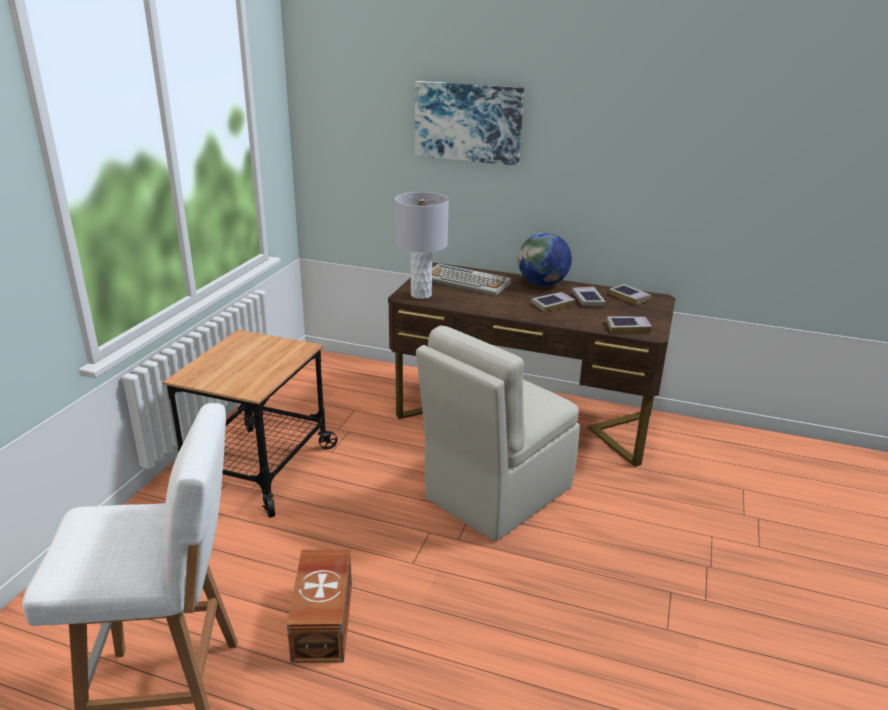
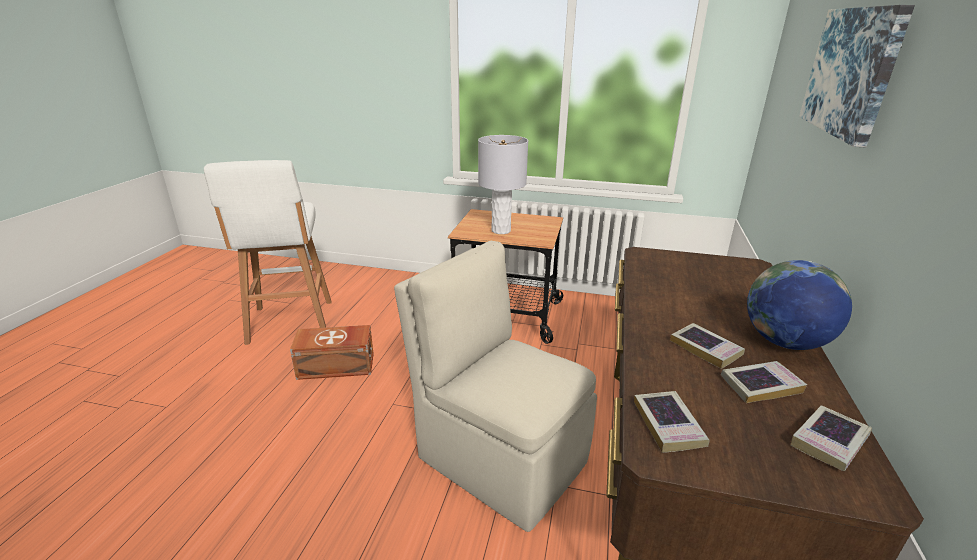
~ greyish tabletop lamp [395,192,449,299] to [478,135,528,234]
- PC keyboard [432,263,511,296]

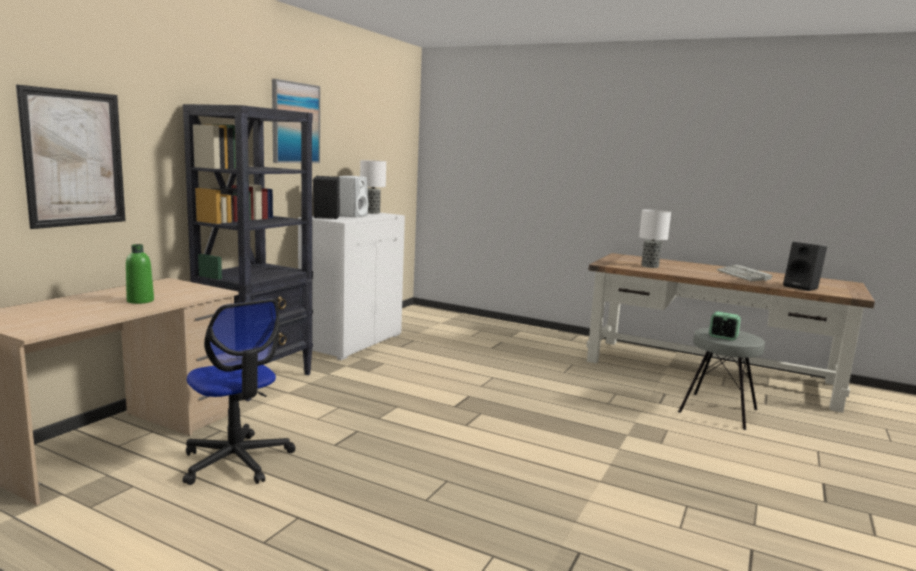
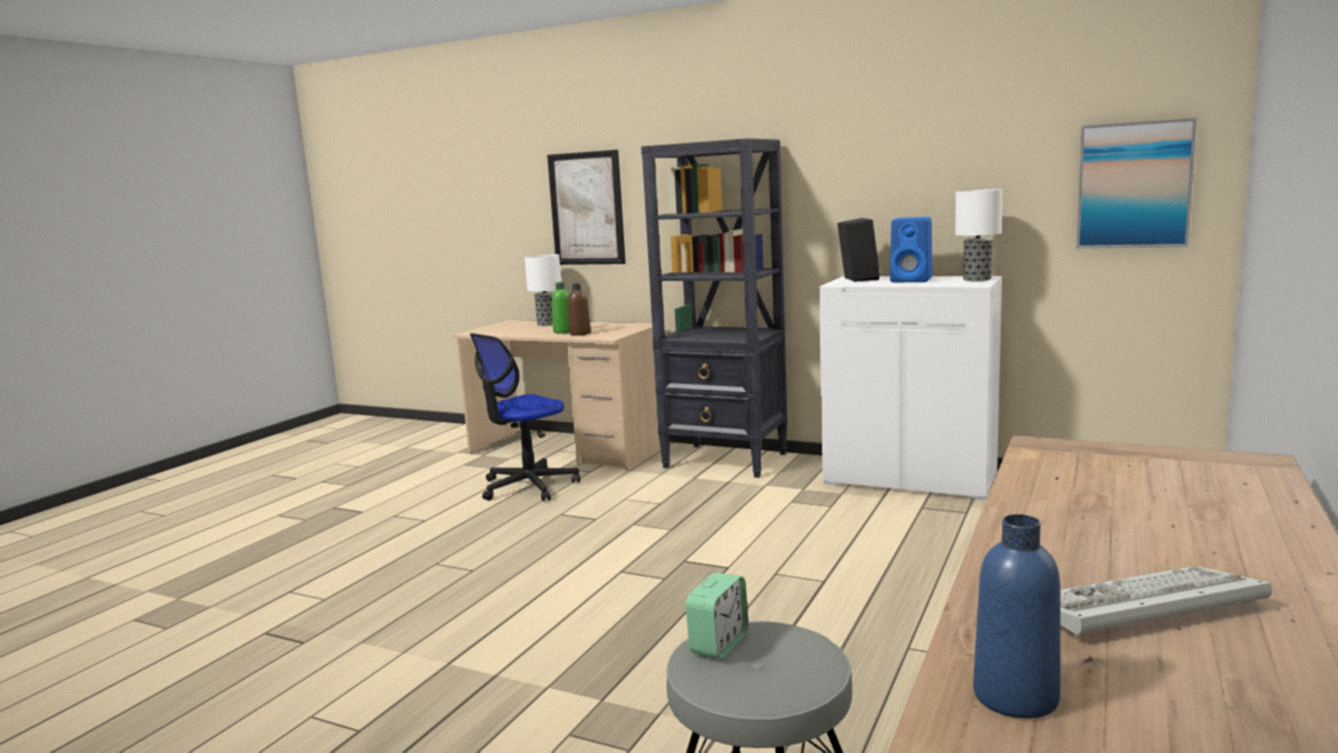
~ tabletop lamp [639,209,671,268] to [524,254,561,326]
+ brown-coloured beverage bottle [568,283,591,336]
~ white speaker [339,176,368,217] to blue speaker [890,217,932,282]
~ black speaker [783,242,827,291] to blue beverage bottle [973,514,1060,719]
~ wall art [272,79,320,163] to [1077,118,1197,248]

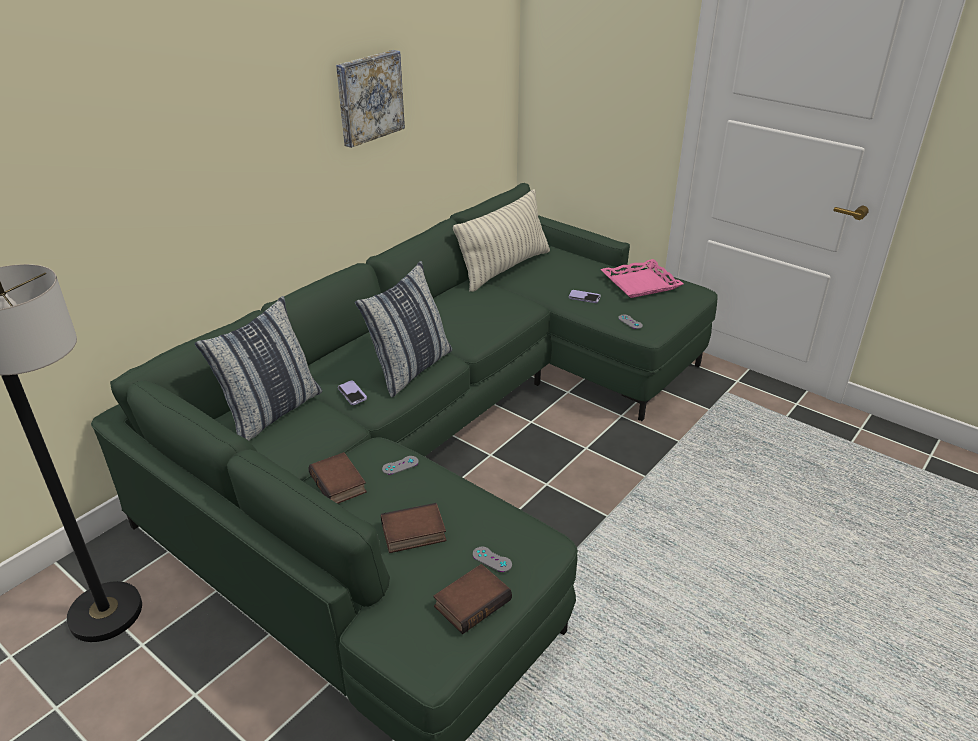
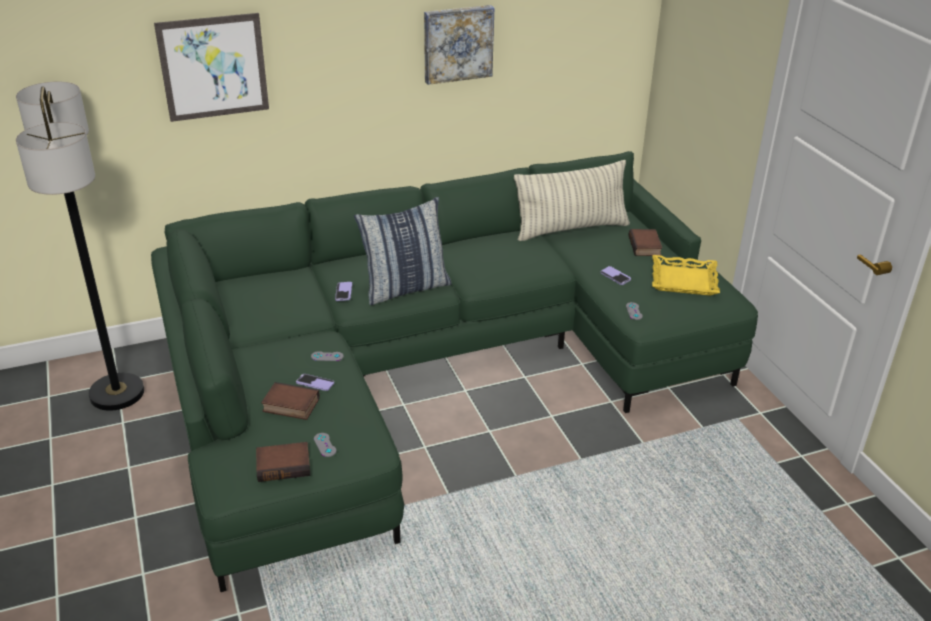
+ wall art [154,13,269,122]
+ handset [296,374,334,391]
~ volume [308,452,367,504] to [628,229,662,256]
~ pinkish serving tray [600,259,684,298] to yellow serving tray [652,255,720,296]
- cushion [195,296,322,441]

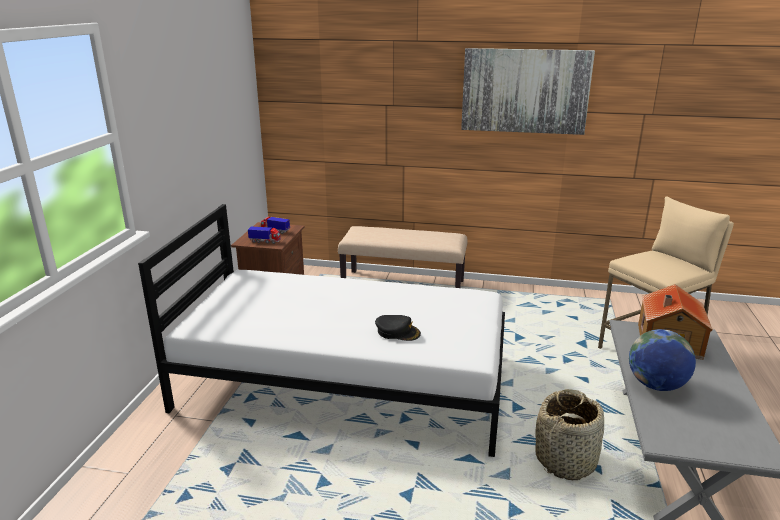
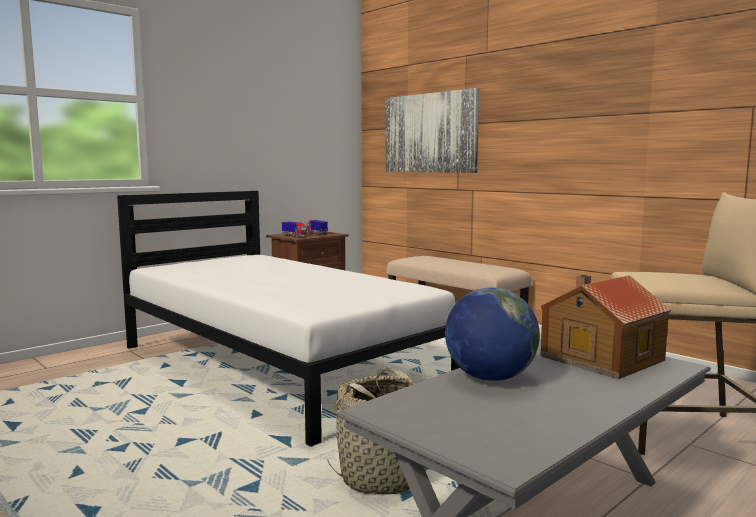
~ wall art [461,48,595,135] to [385,88,479,173]
- black cap [375,315,421,341]

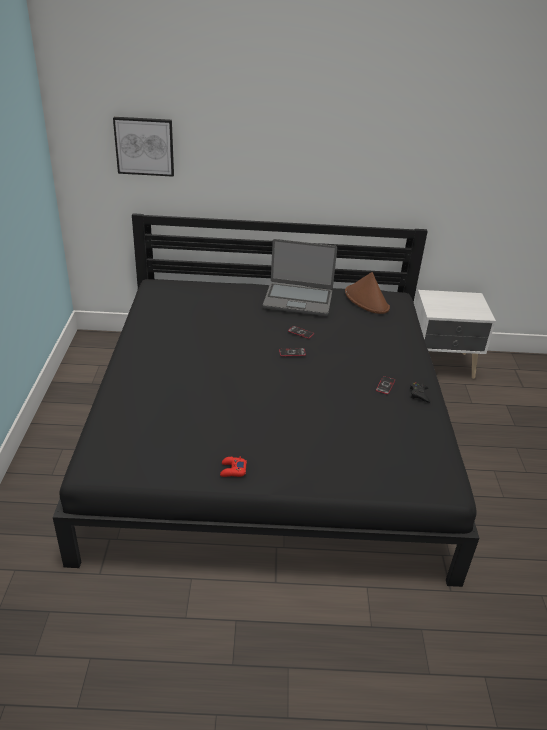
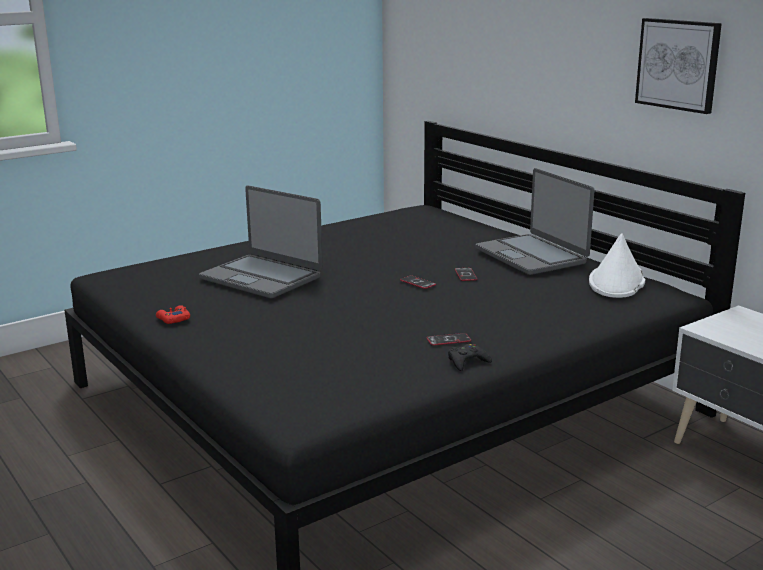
+ laptop [199,185,323,299]
~ brown-coloured hat [345,272,390,314] to white hat [589,233,646,298]
~ wall art [113,117,174,177] to [635,18,722,114]

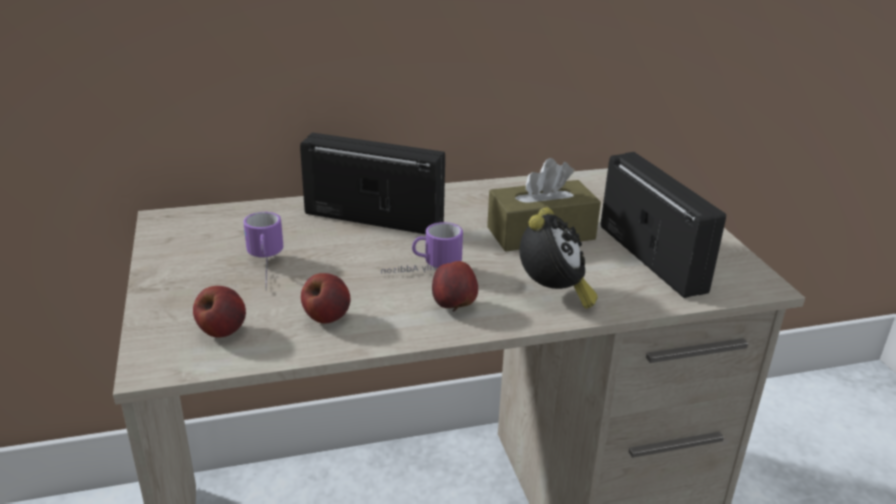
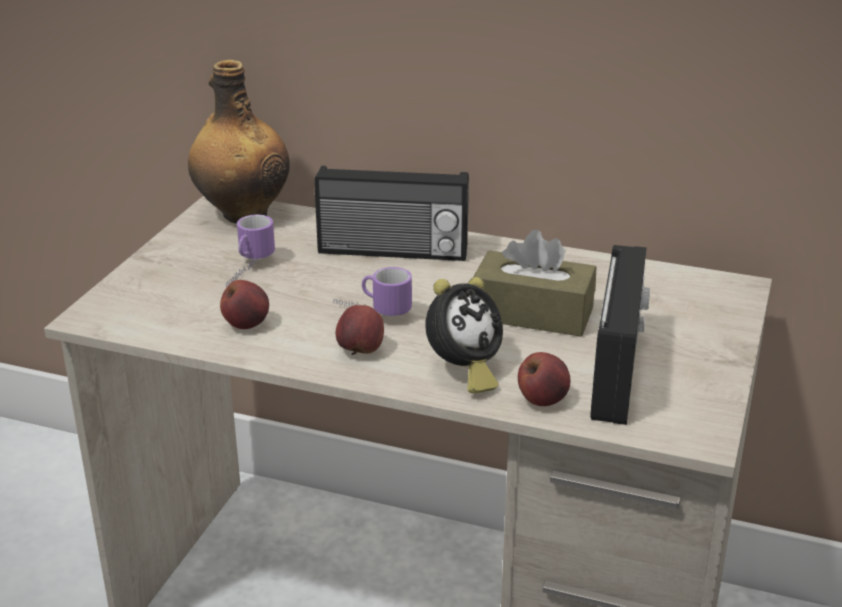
+ beverage bottle [188,60,290,224]
~ radio receiver [300,132,445,234] = [314,166,469,261] 135 degrees clockwise
~ whole apple [193,286,246,338] to [518,352,570,406]

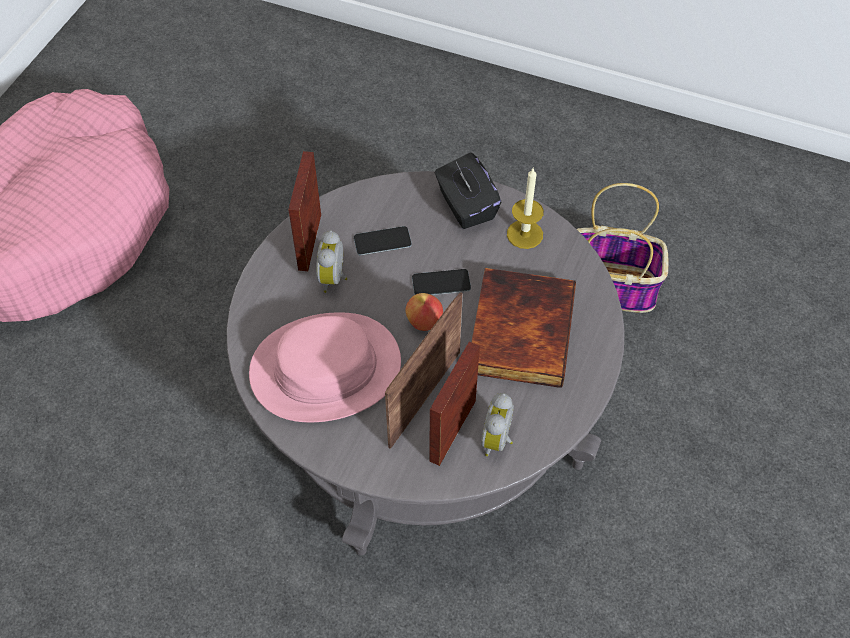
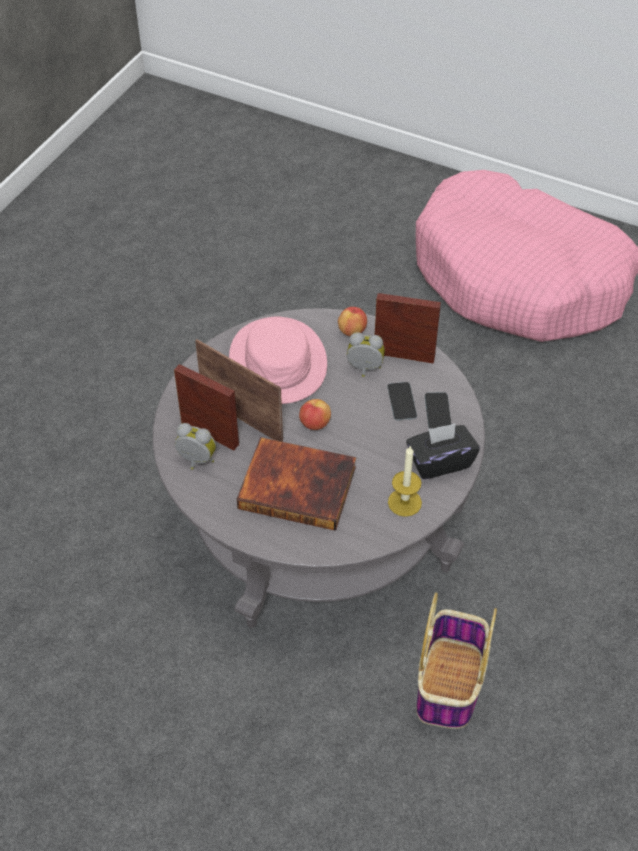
+ whole apple [338,307,367,336]
~ handset [412,269,471,295] to [425,392,452,428]

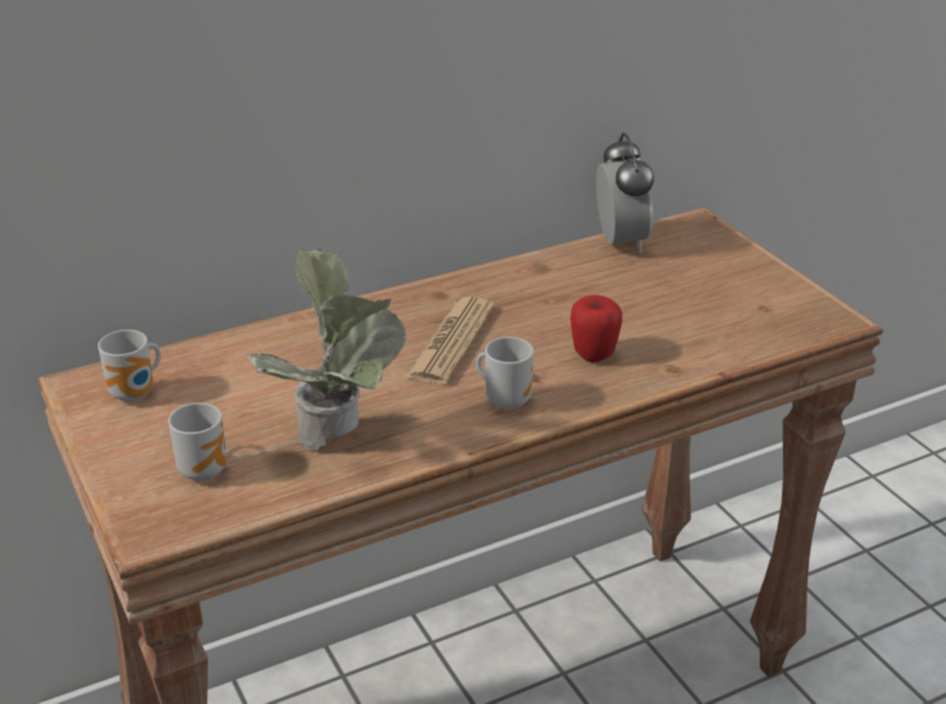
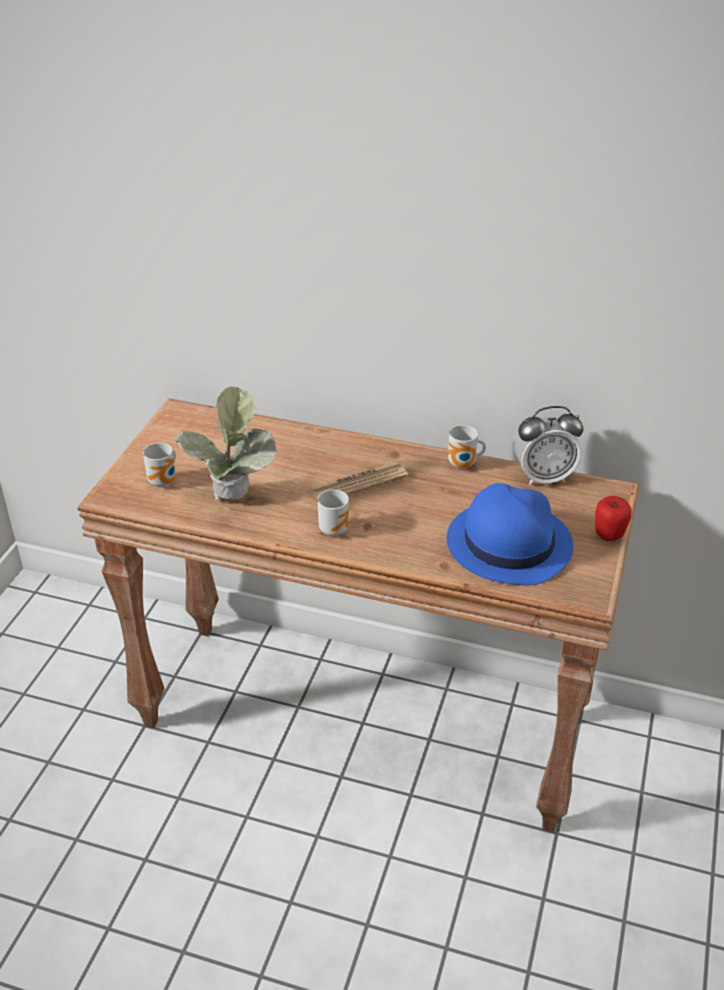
+ blue hat [446,483,574,585]
~ tea mug [98,330,161,402] to [448,425,486,469]
~ alarm clock [596,132,654,253] = [515,406,583,486] 45 degrees clockwise
~ whole apple [570,295,622,362] to [595,496,632,541]

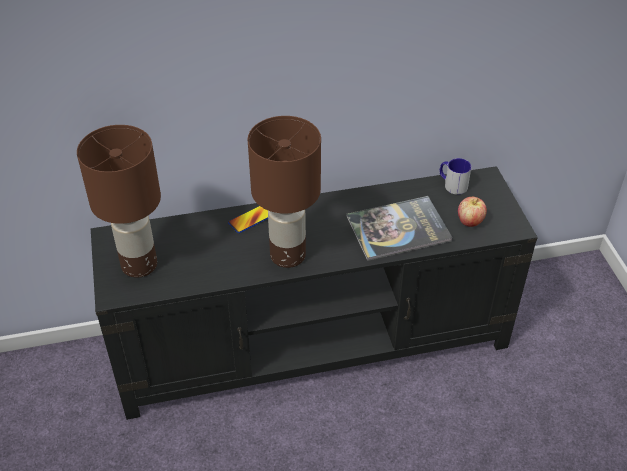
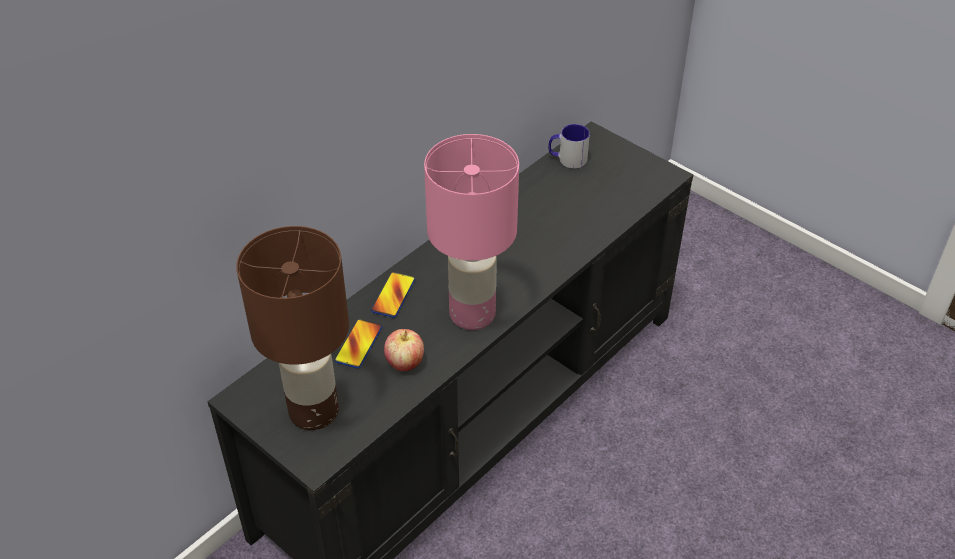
+ handset [334,319,382,368]
~ whole apple [458,197,487,227] to [384,329,424,371]
~ brown-coloured tabletop lamp [248,116,321,268] to pinkish tabletop lamp [424,134,519,330]
- volume [347,196,453,261]

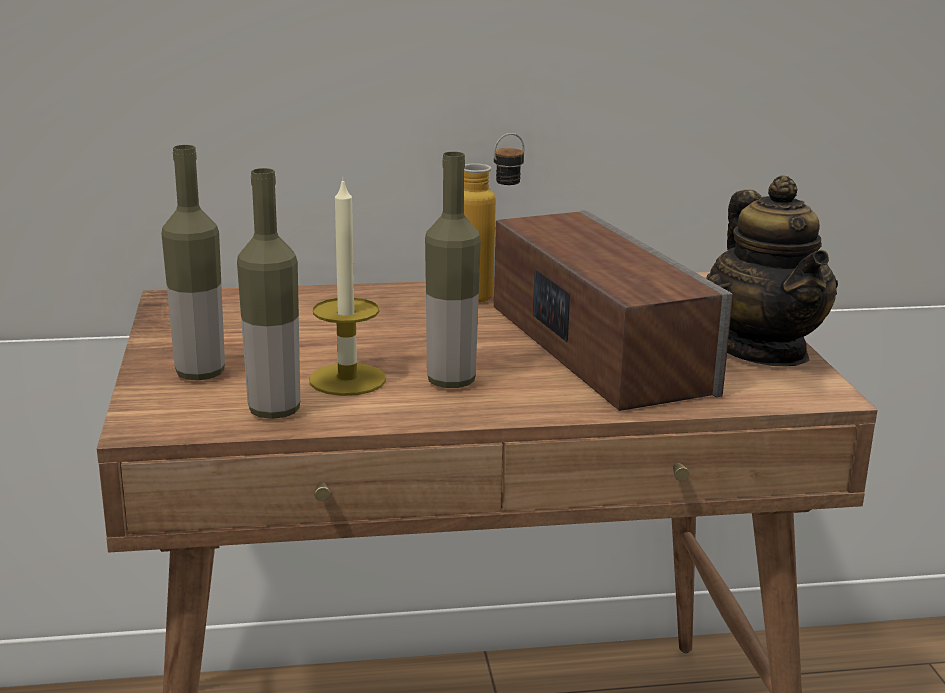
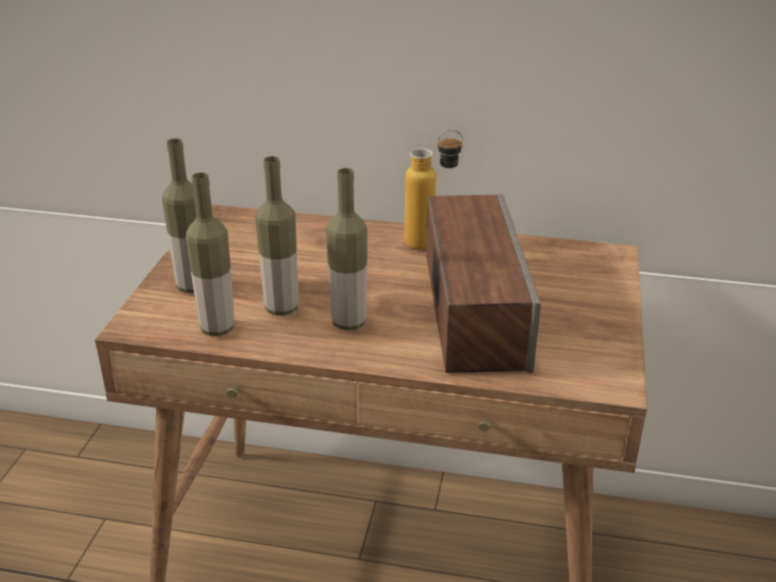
~ wax light [309,177,386,396] to beverage bottle [255,156,299,315]
- pot for tea [706,175,838,366]

